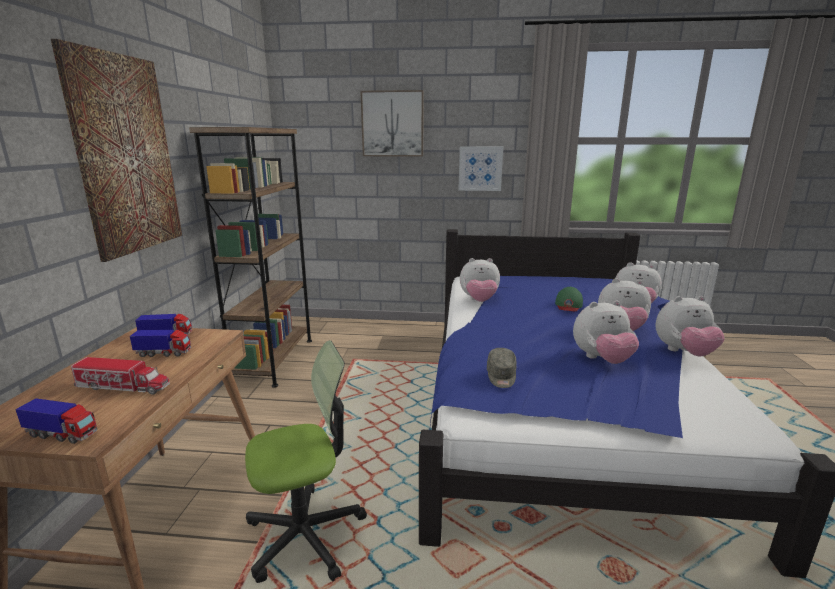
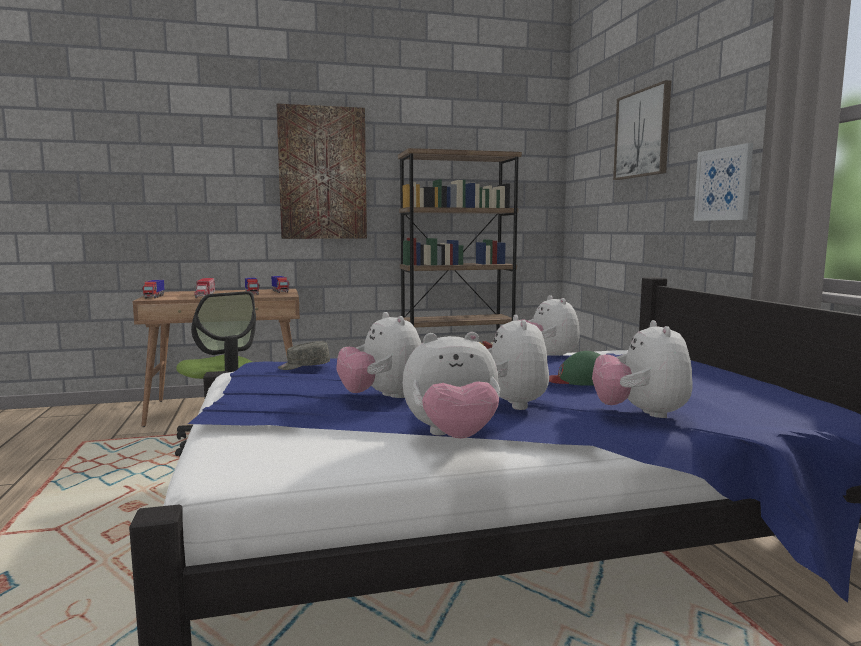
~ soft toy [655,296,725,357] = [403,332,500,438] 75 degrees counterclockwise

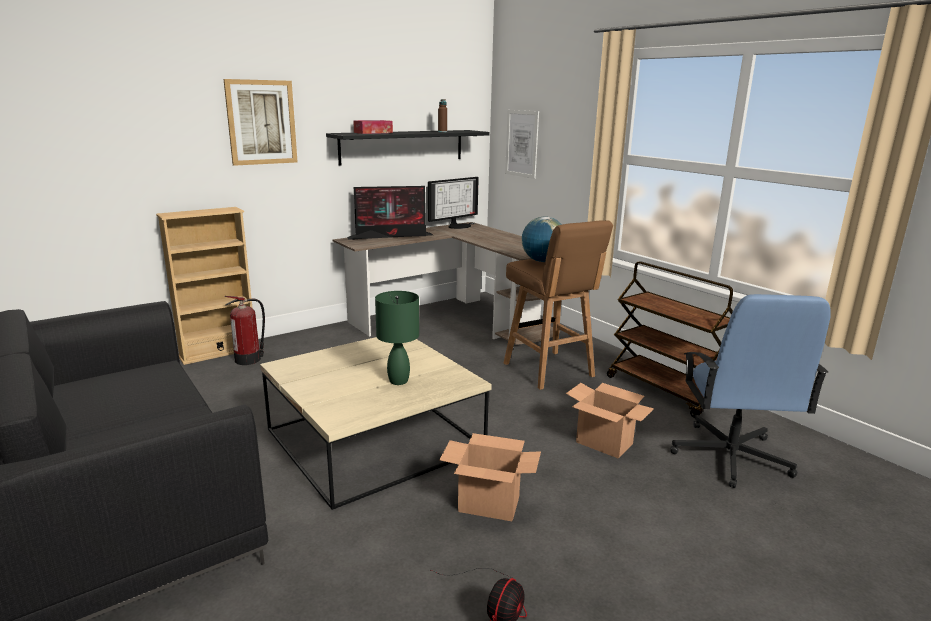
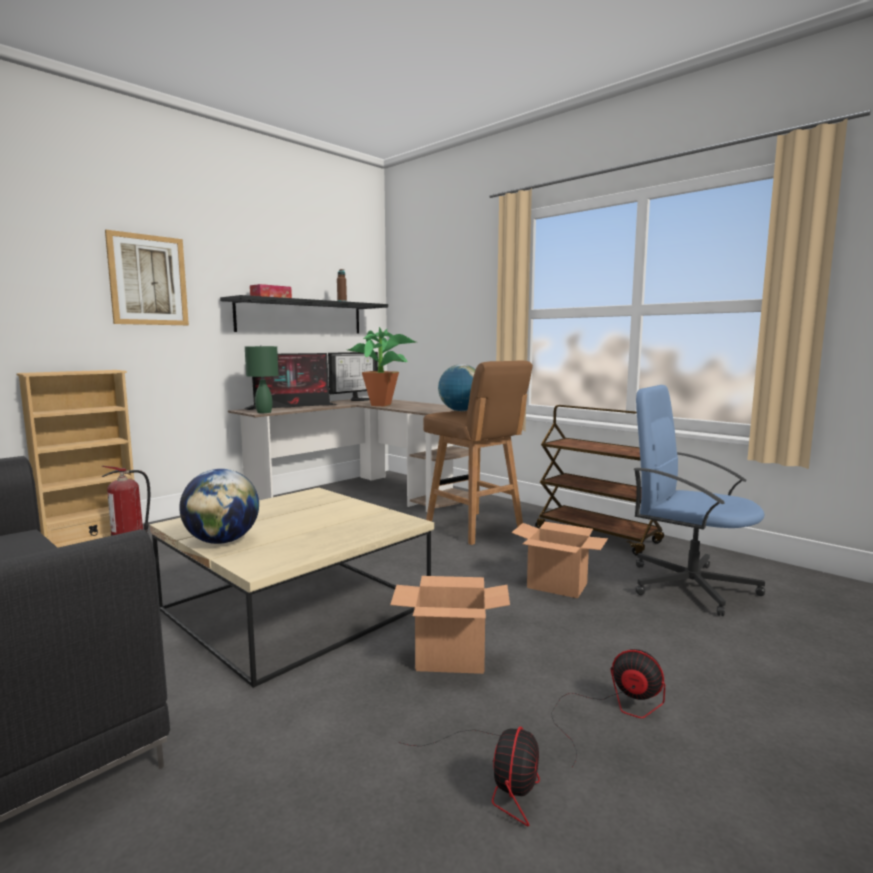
+ desk globe [179,469,259,544]
~ green tabletop lamp [375,291,419,385] to [245,345,279,413]
+ houseplant [348,327,416,406]
+ cooling fan [551,649,665,767]
~ blue desk chair [670,294,831,488] = [633,385,765,616] 135 degrees clockwise
- wall art [505,110,539,179]

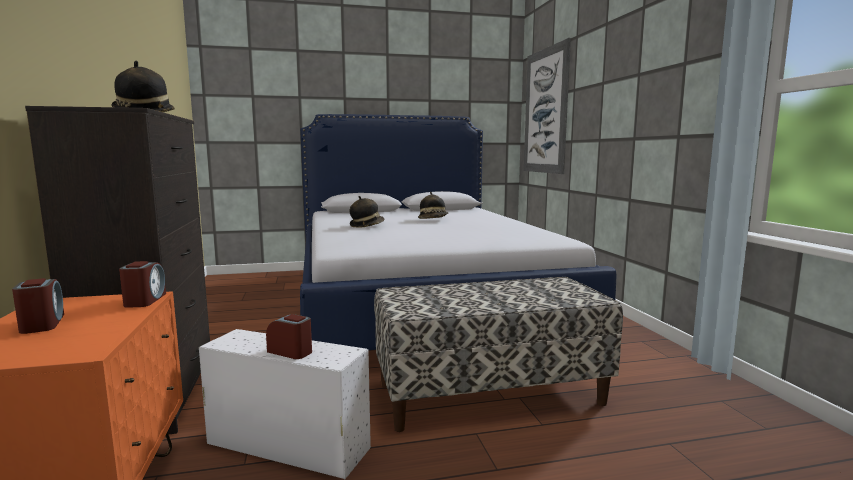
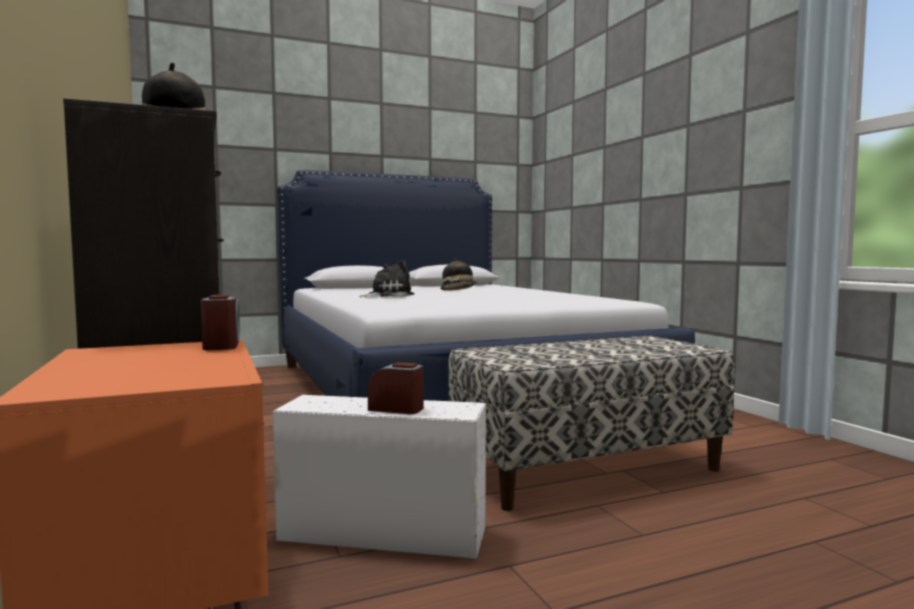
~ hat [350,196,385,228] to soft toy [359,260,414,297]
- alarm clock [12,278,64,334]
- wall art [524,38,571,174]

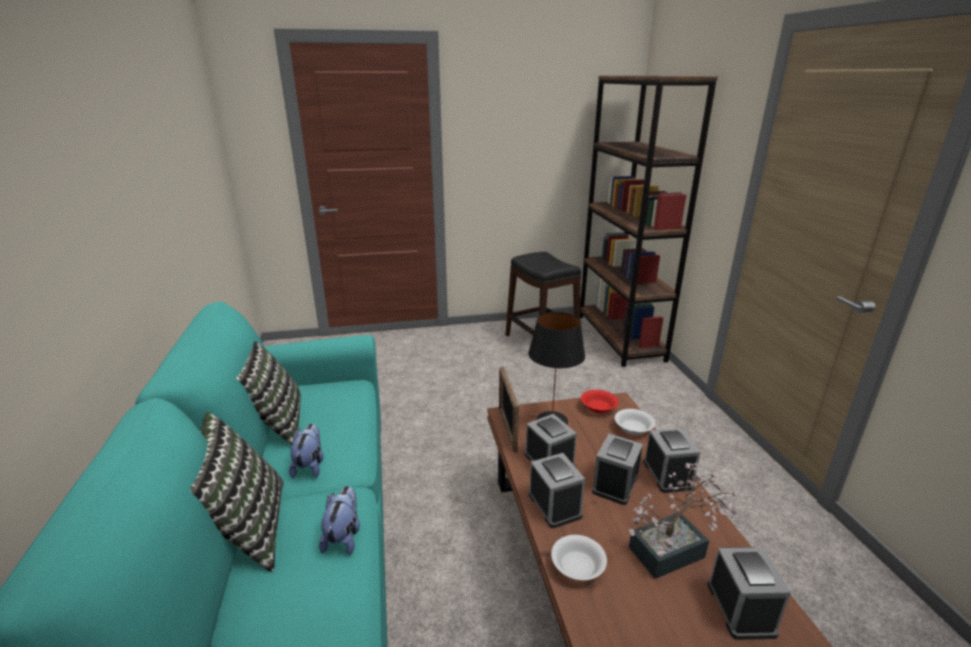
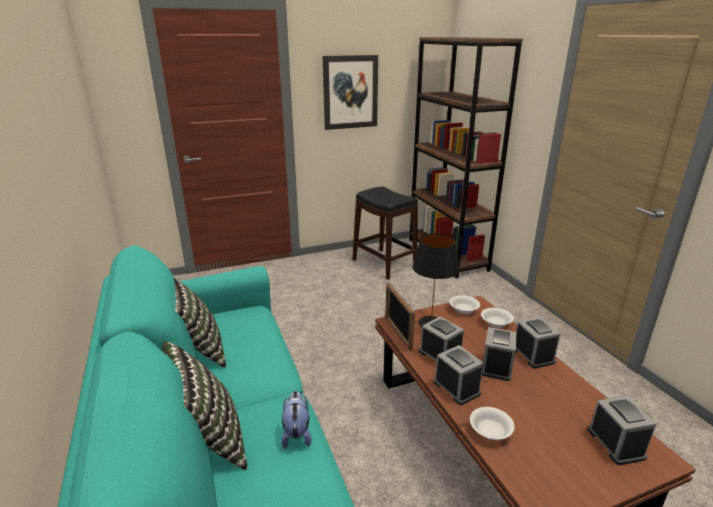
+ wall art [323,55,378,130]
~ red-coloured serving bowl [581,390,619,413] to white serving bowl [449,295,480,314]
- soft toy [289,424,324,478]
- houseplant [628,462,739,579]

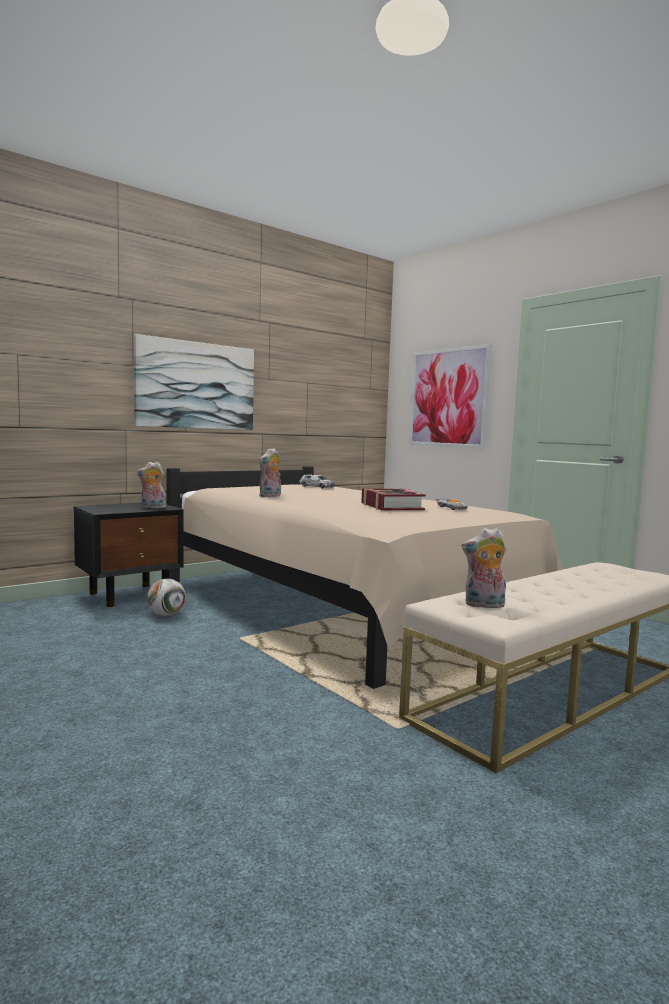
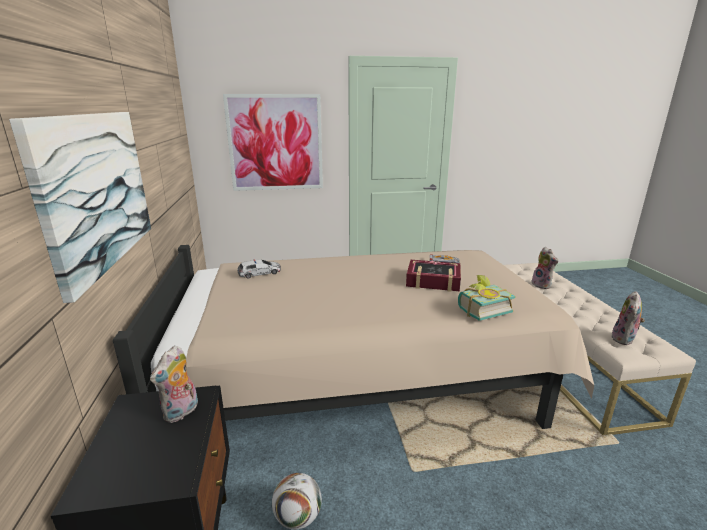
+ volume [458,275,516,321]
~ soft toy [259,448,281,497] to [532,247,558,289]

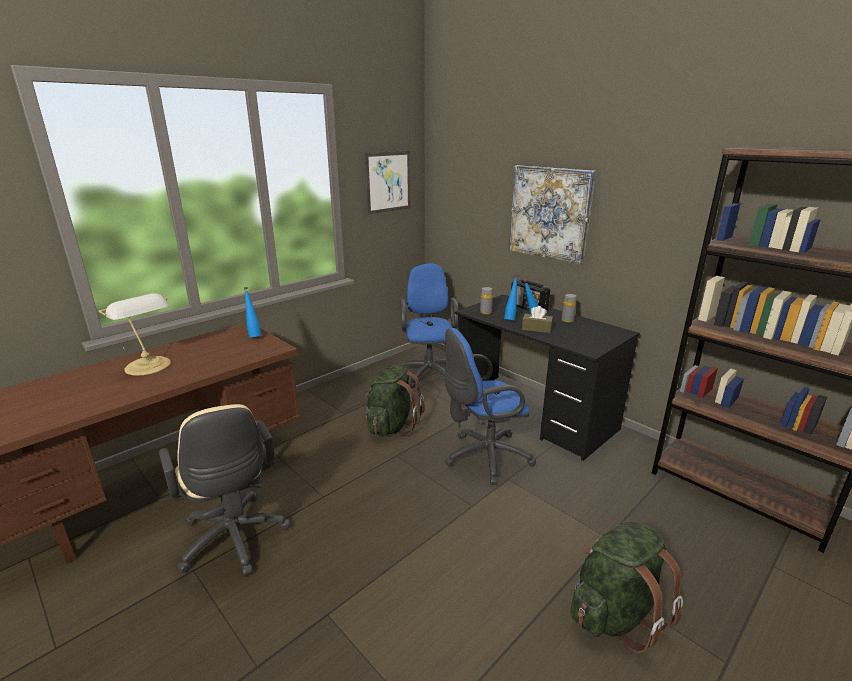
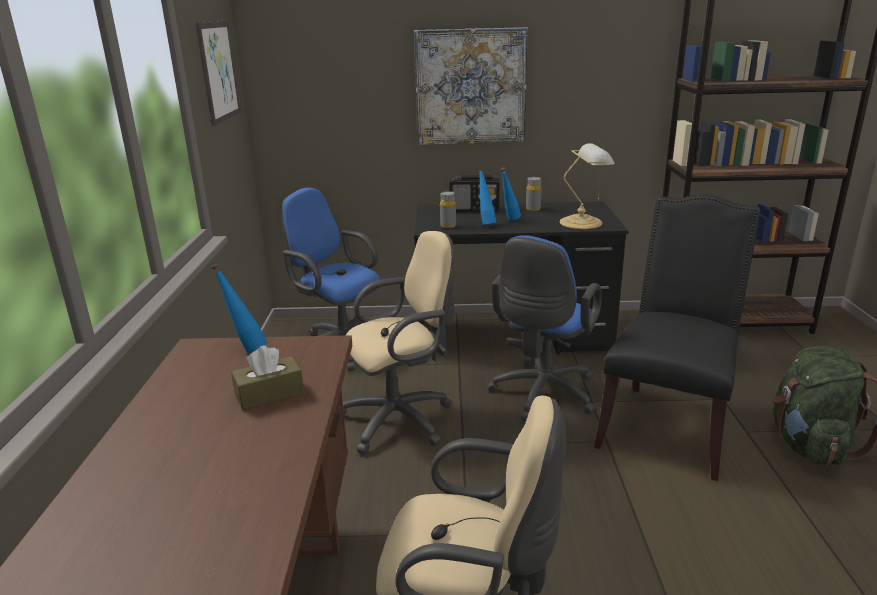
~ brown-coloured tissue holder [522,306,553,333] to [231,345,304,410]
~ green rucksack [365,364,425,436] to sand-coloured desk chair [343,231,455,454]
~ tabletop lamp [98,293,171,376] to [560,143,615,229]
+ black chair [594,194,761,481]

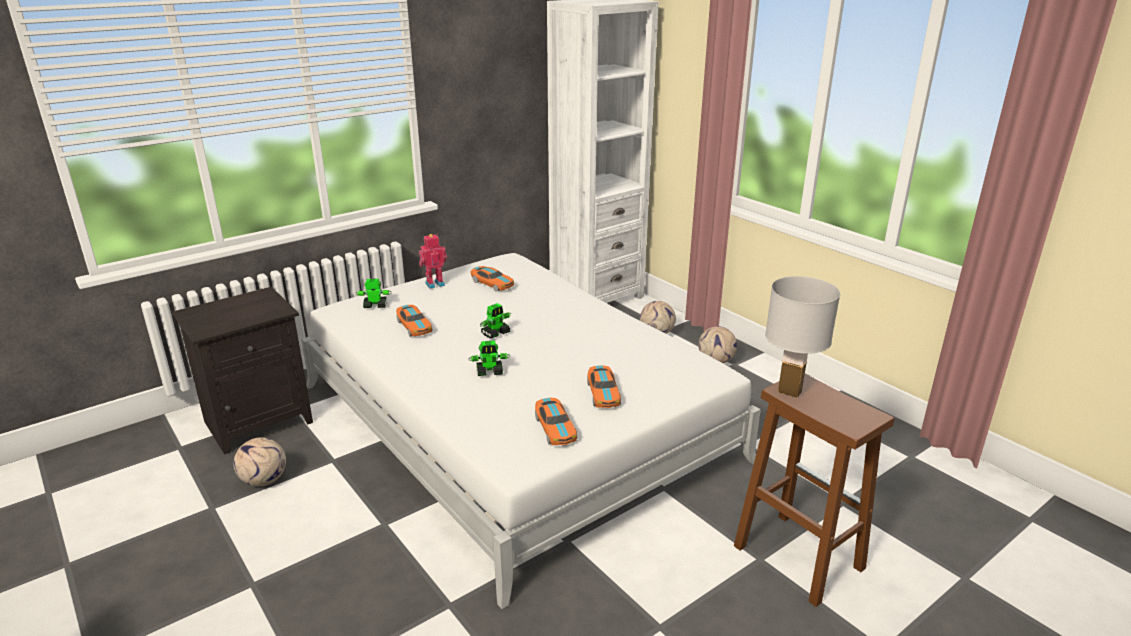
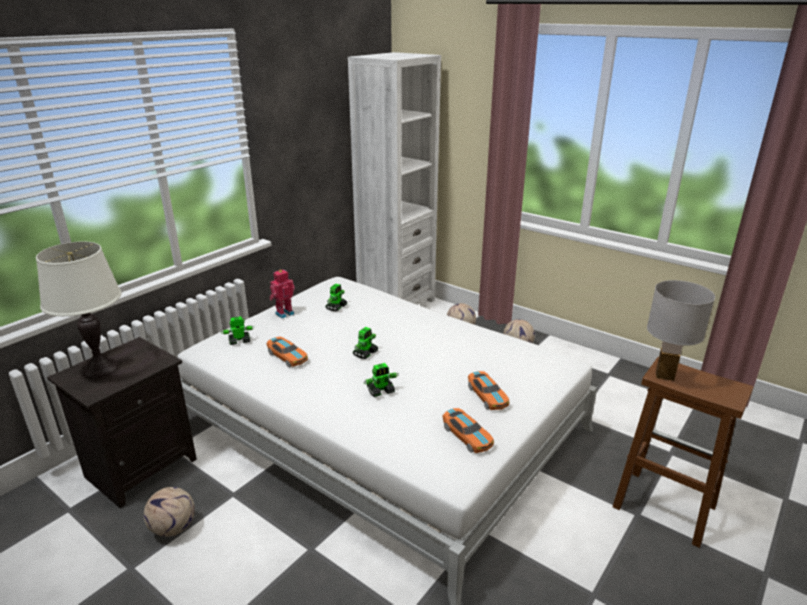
+ white tabletop lamp [36,242,122,378]
~ toy car [470,266,514,292] to toy robot [325,284,348,311]

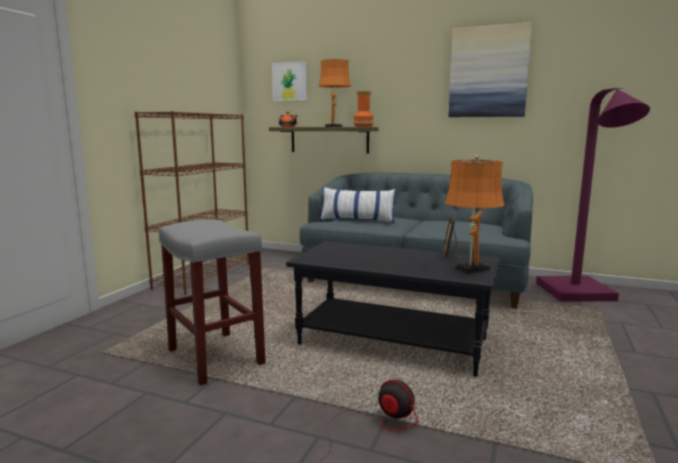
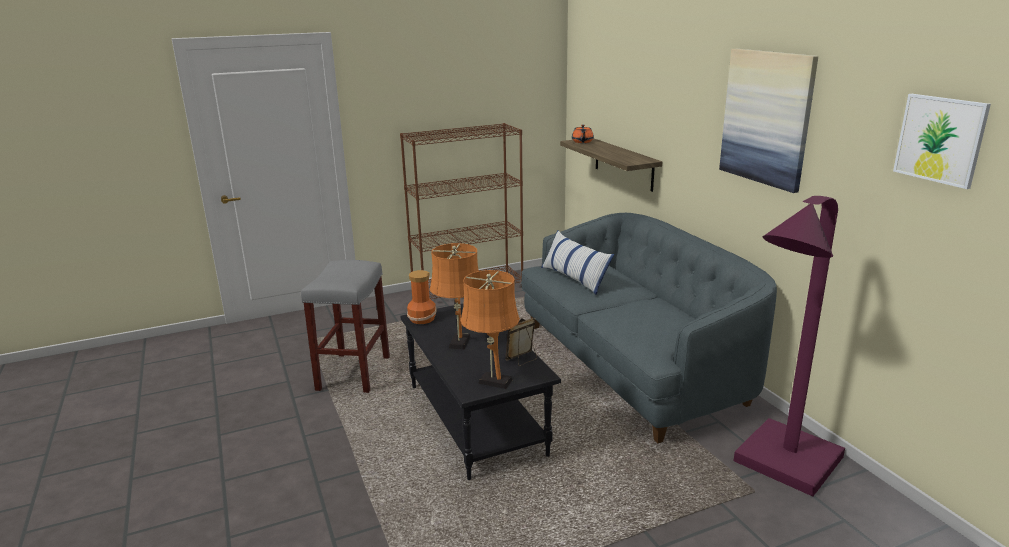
~ decorative vase [353,91,374,127] to [407,270,436,324]
~ orangey tabletop lamp [319,57,351,127] to [430,243,479,350]
~ wall art [272,61,306,101] to [893,94,991,189]
- cooling fan [320,380,418,461]

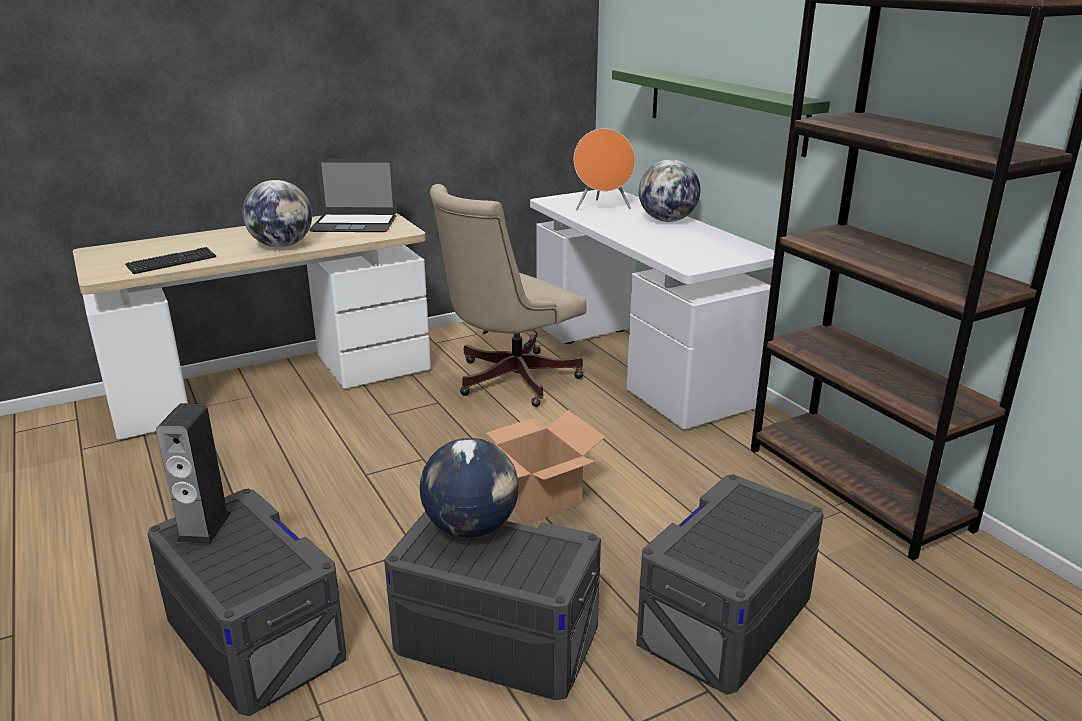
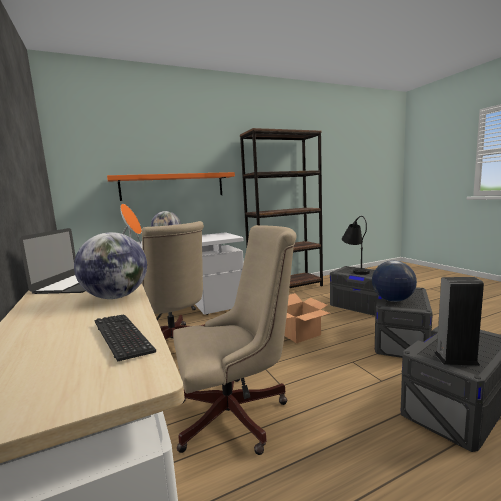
~ green bracket shelf [612,68,830,157] to orangey bracket shelf [107,172,235,201]
+ sand-coloured desk chair [173,225,297,455]
+ black tabletop lamp [342,216,370,275]

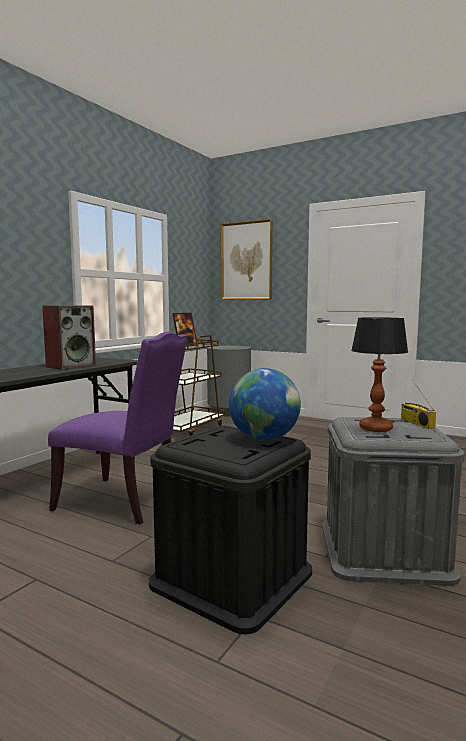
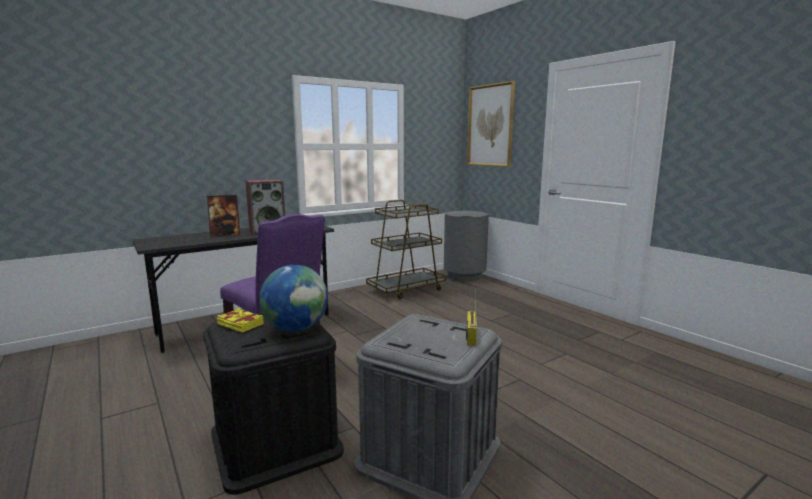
~ standing frame [172,313,197,347] to [207,195,240,237]
+ yellow volume [217,308,264,333]
- tabletop lamp [351,317,408,432]

